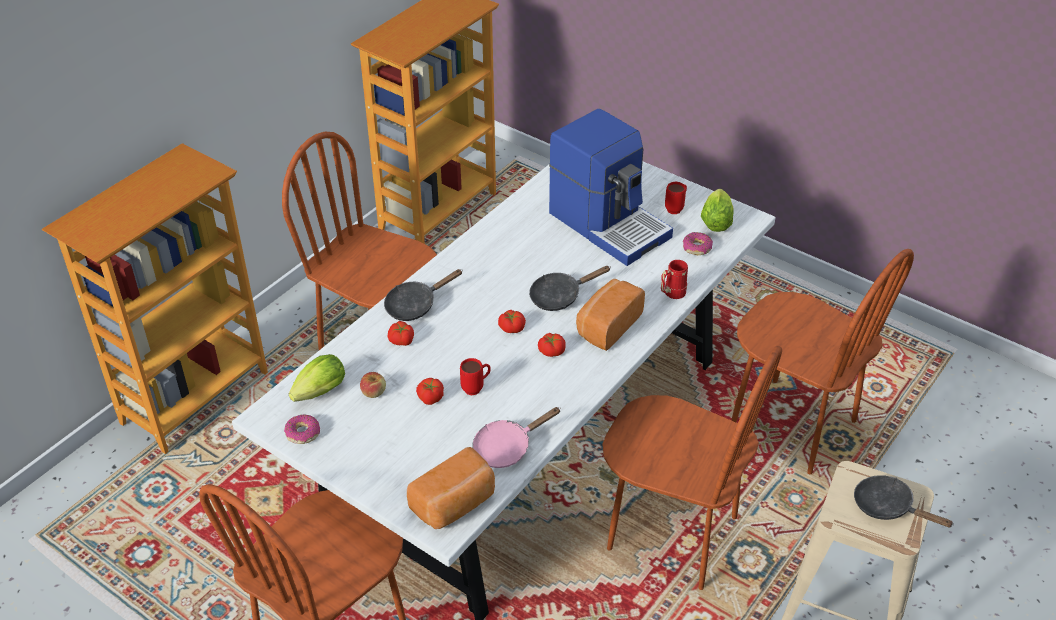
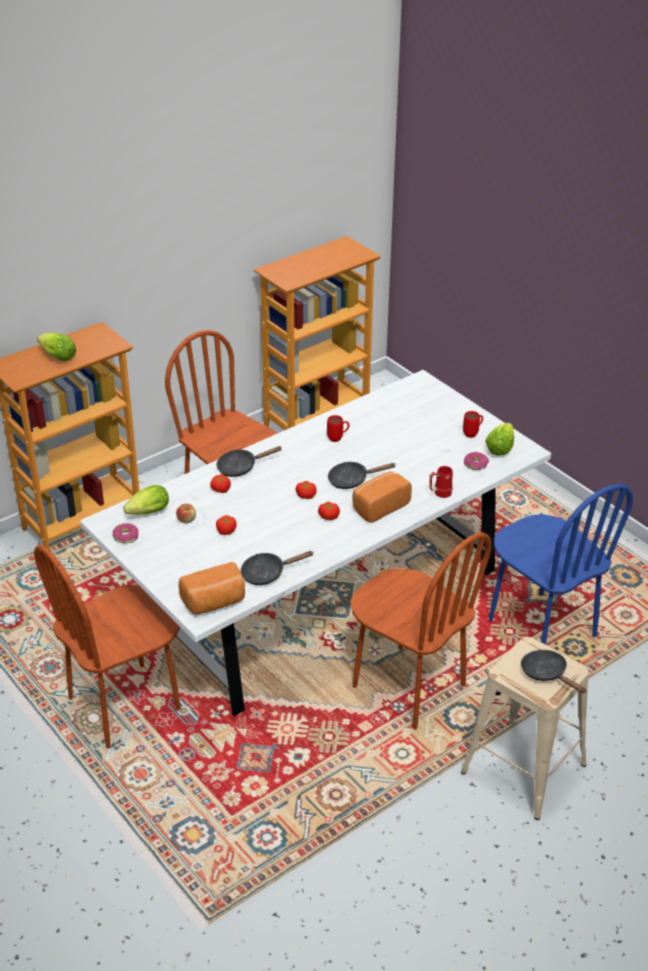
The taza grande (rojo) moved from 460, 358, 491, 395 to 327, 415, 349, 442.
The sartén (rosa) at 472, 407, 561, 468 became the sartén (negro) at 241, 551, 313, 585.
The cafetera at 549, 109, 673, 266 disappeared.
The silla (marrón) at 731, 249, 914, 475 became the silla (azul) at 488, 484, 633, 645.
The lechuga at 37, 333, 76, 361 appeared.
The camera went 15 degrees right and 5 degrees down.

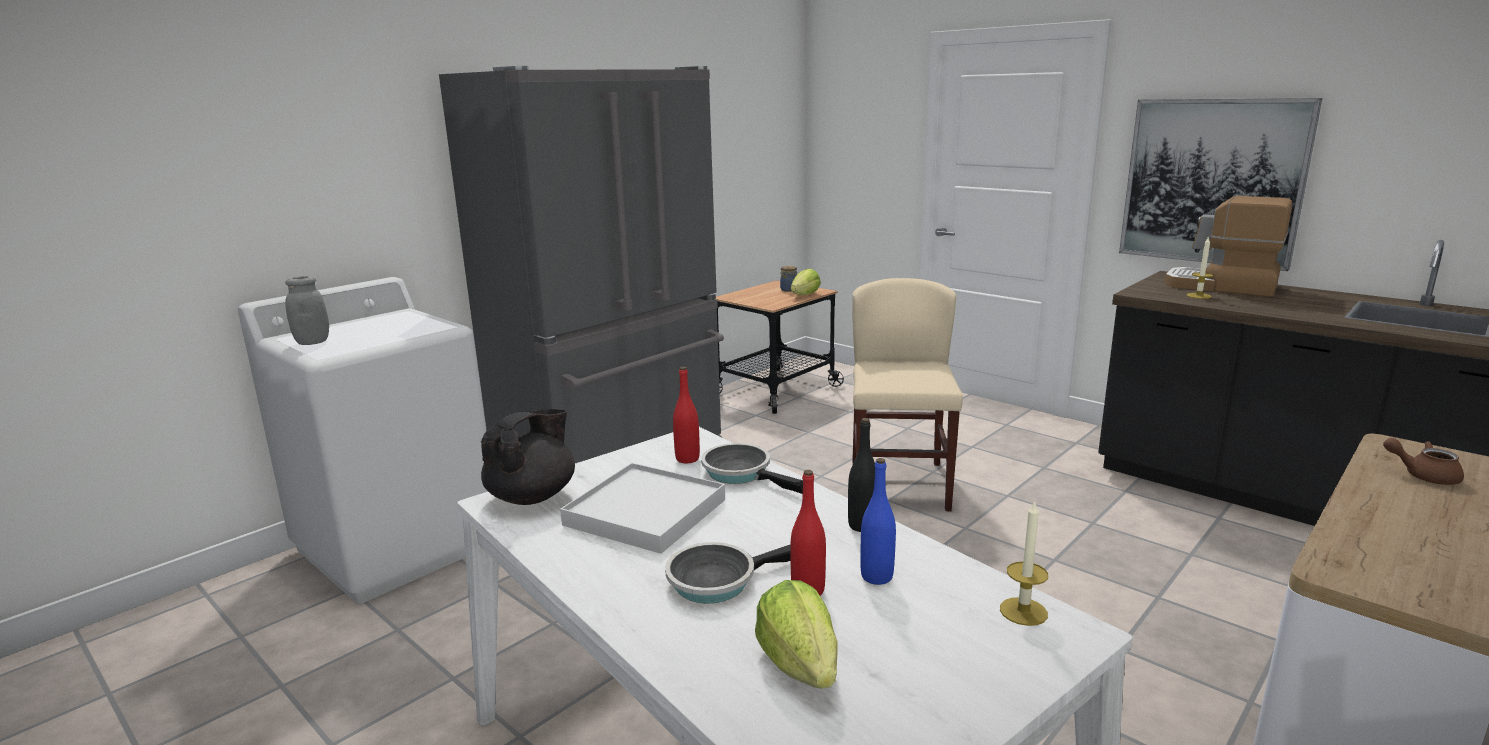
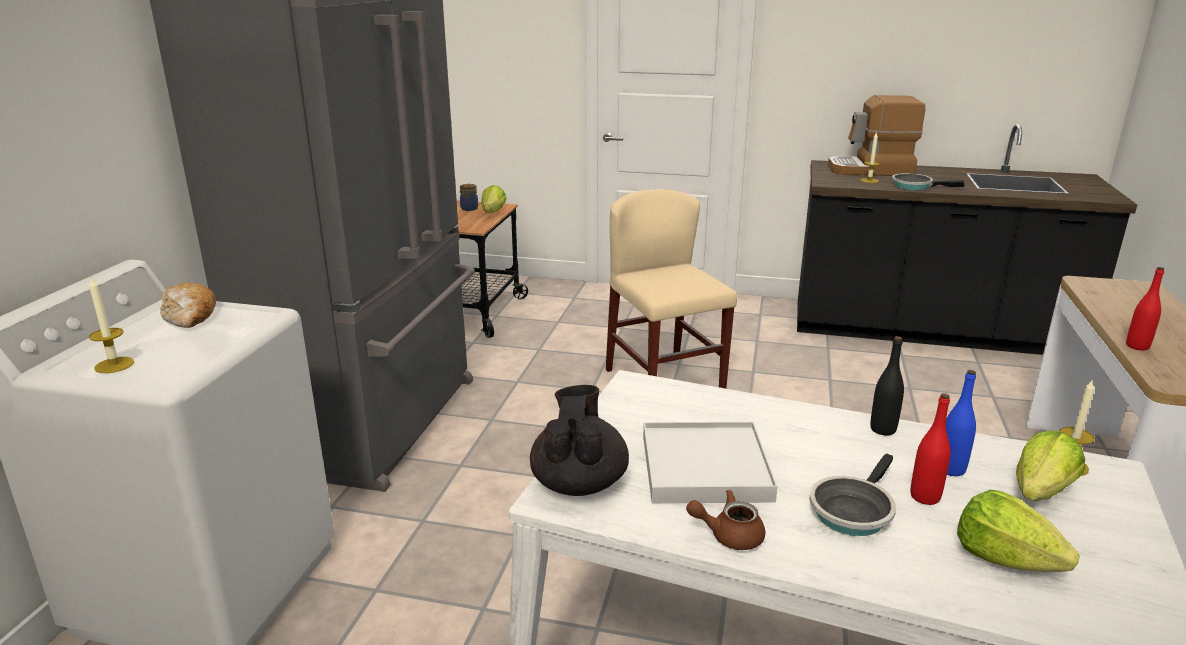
The tarro (gris) at 285, 276, 329, 345 was replaced by the vela at 89, 277, 134, 373.
The botella (rojo) moved from 673, 367, 700, 463 to 1126, 267, 1164, 350.
The sartén moved from 701, 443, 803, 494 to 892, 173, 964, 191.
The cuadro at 1119, 98, 1322, 271 disappeared.
The tetera (marrón) moved from 1383, 438, 1464, 485 to 686, 490, 765, 550.
The pan at 160, 283, 216, 328 appeared.
The lechuga at 1016, 431, 1085, 501 appeared.
The camera went 30 degrees left and 5 degrees up.

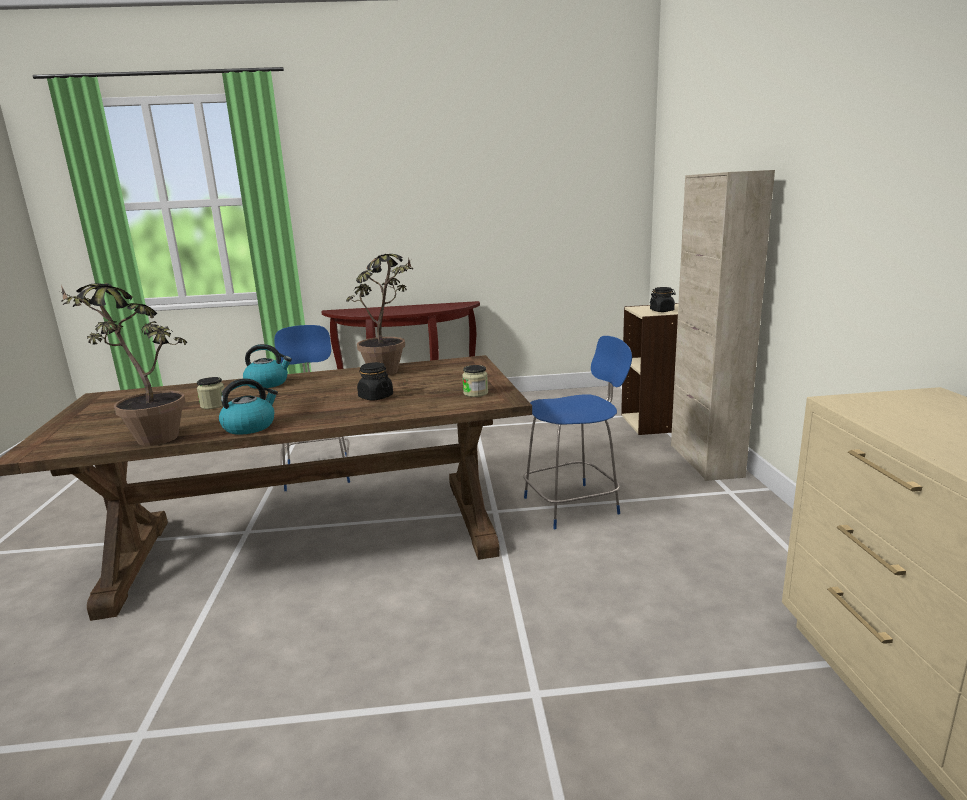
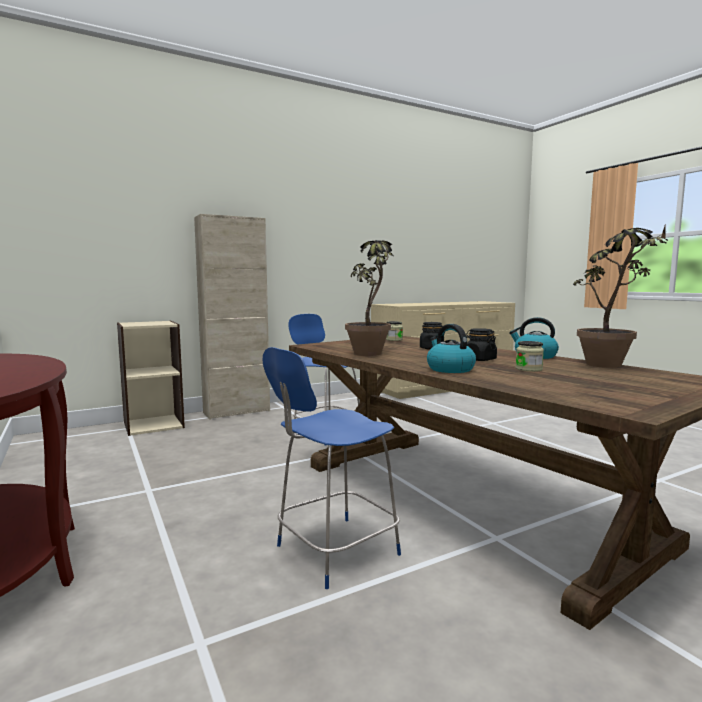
The tarro (negro) moved from 650, 287, 676, 312 to 466, 328, 497, 361.
The camera went 115 degrees left and 10 degrees down.

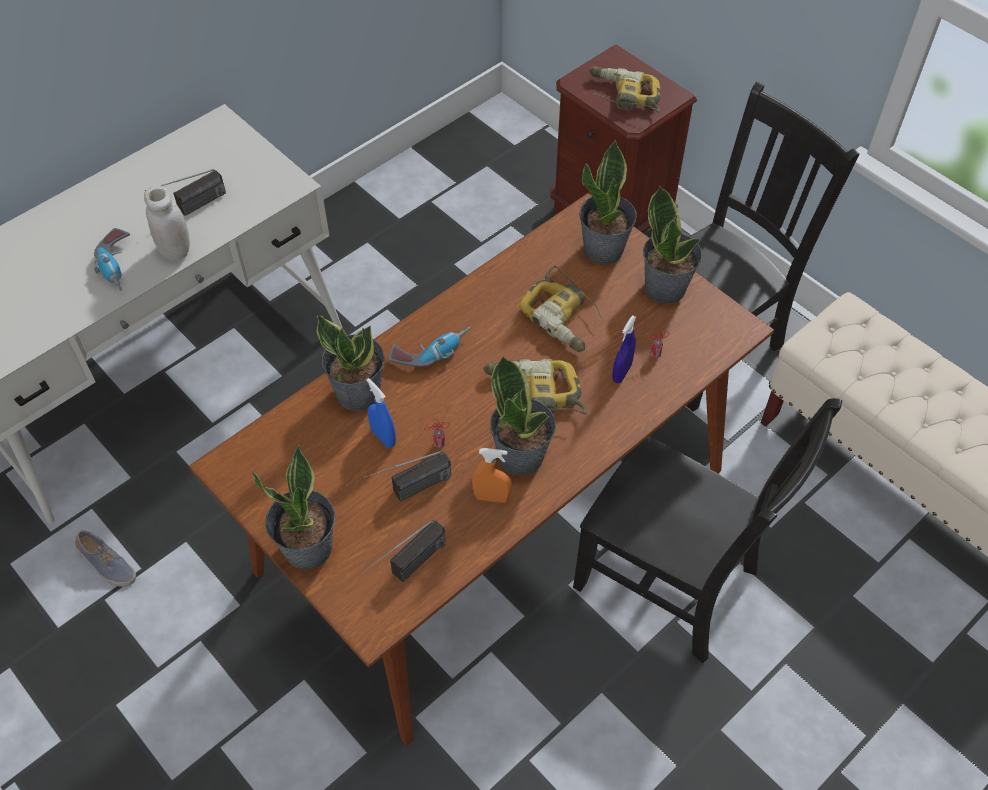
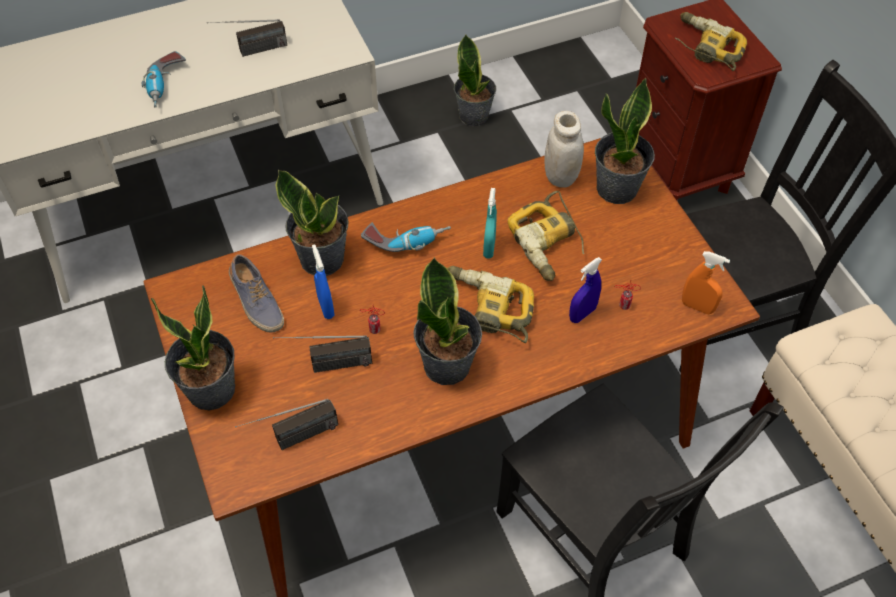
The zapato moved from 75, 530, 136, 587 to 229, 254, 284, 333.
The tarro (blanco) moved from 144, 186, 190, 260 to 544, 111, 584, 187.
The pulverizador (naranja) moved from 472, 448, 512, 503 to 682, 251, 730, 315.
The planta en maceta moved from 643, 186, 702, 304 to 454, 34, 496, 126.
The pulverizador (turquesa) at 483, 188, 497, 259 appeared.
The camera went 20 degrees right and 0 degrees up.

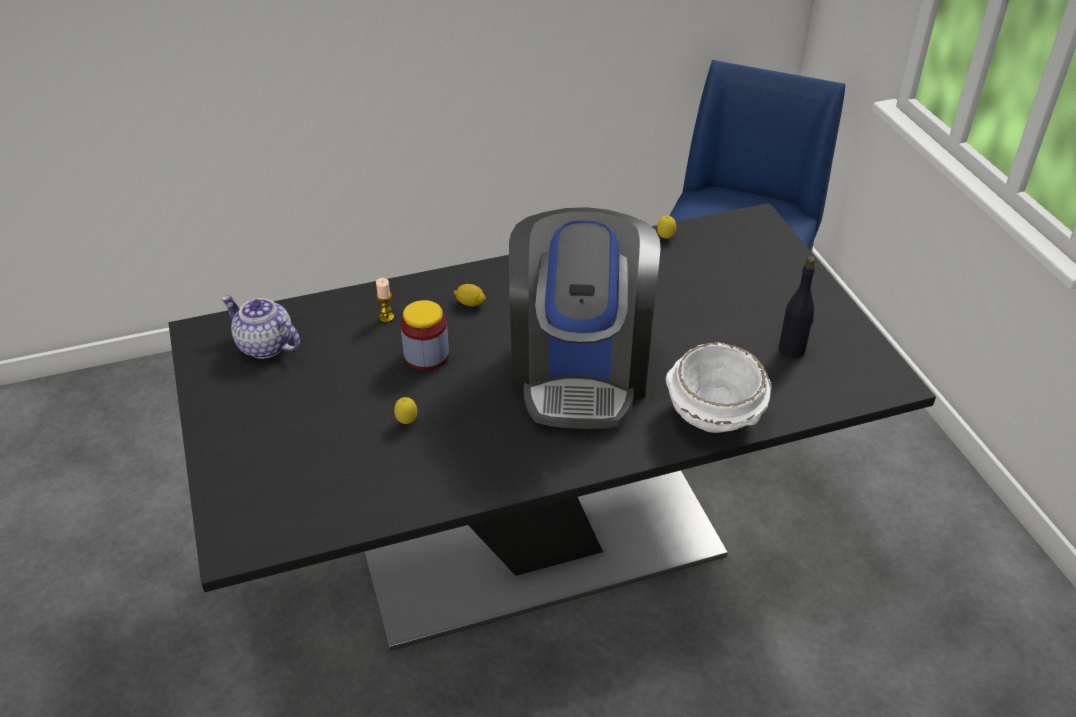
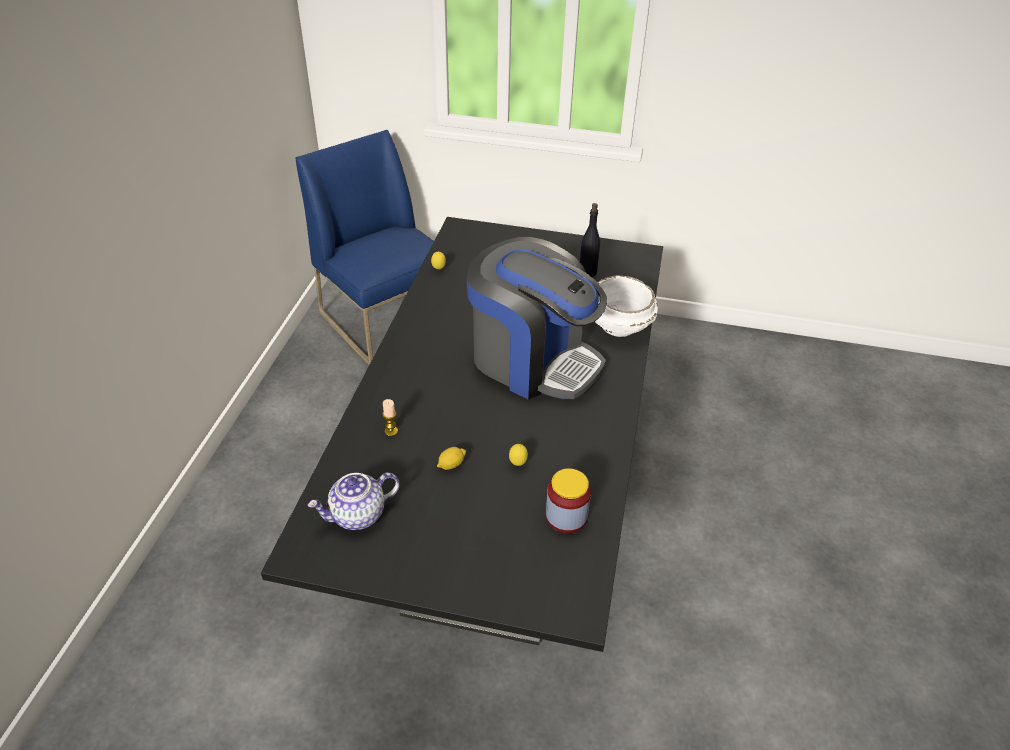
The tarro moved from 400, 300, 449, 371 to 546, 468, 591, 533.
The limón moved from 453, 284, 486, 307 to 437, 447, 466, 470.
The camera went 60 degrees left and 0 degrees up.

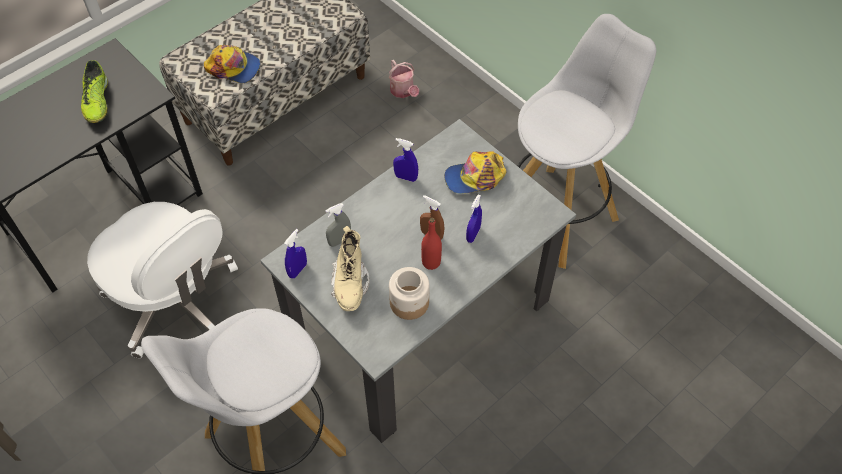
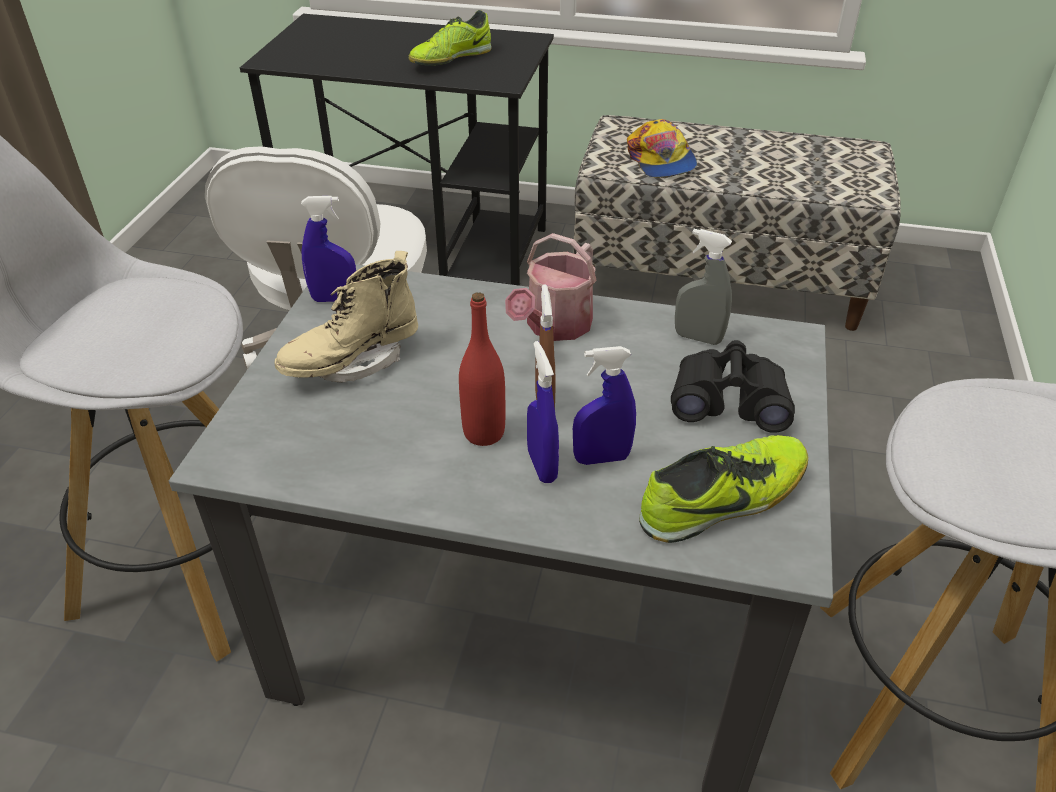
The pulverizador (gris) moved from 325, 203, 351, 247 to 675, 229, 732, 345.
The regadera moved from 389, 60, 419, 98 to 505, 233, 597, 341.
The tarro at 389, 267, 429, 320 disappeared.
The pulverizador (azul) moved from 393, 138, 418, 182 to 527, 341, 559, 483.
The gorra at 444, 152, 506, 194 was replaced by the prismáticos (negro) at 671, 340, 795, 433.
The zapato at 639, 435, 808, 543 appeared.
The camera went 55 degrees right and 15 degrees down.

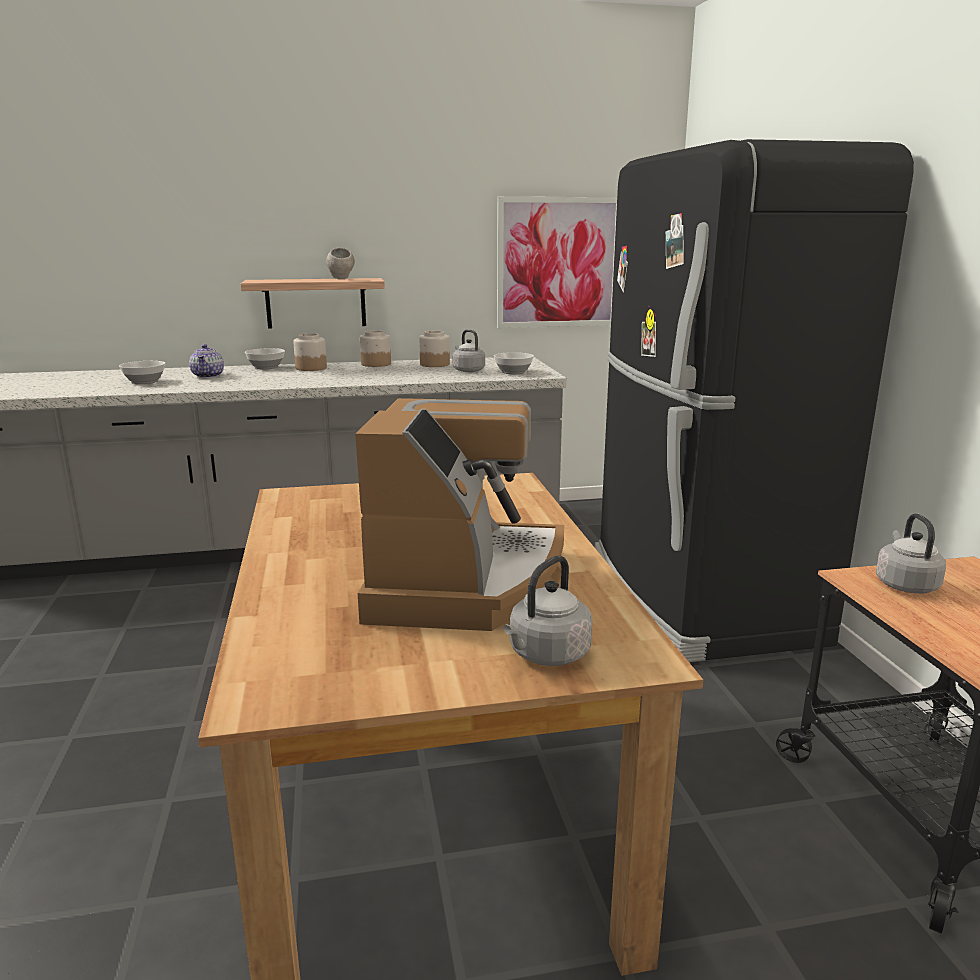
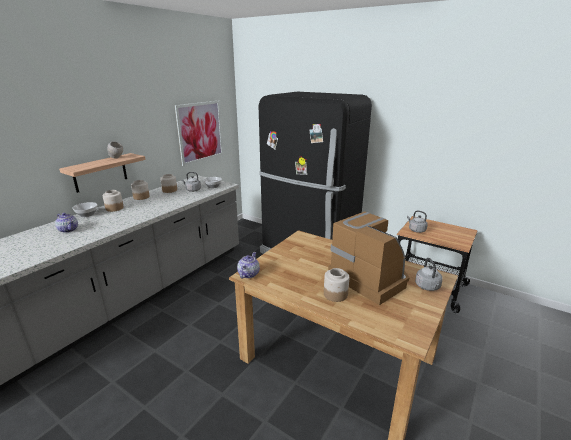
The cuenco at 119, 361, 165, 384 disappeared.
The tetera at 237, 252, 260, 278 appeared.
The tarro at 324, 268, 349, 302 appeared.
The camera went 45 degrees left and 5 degrees up.

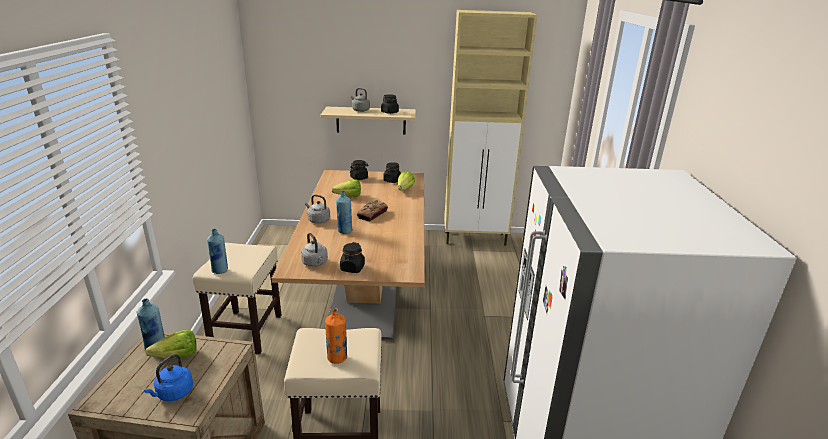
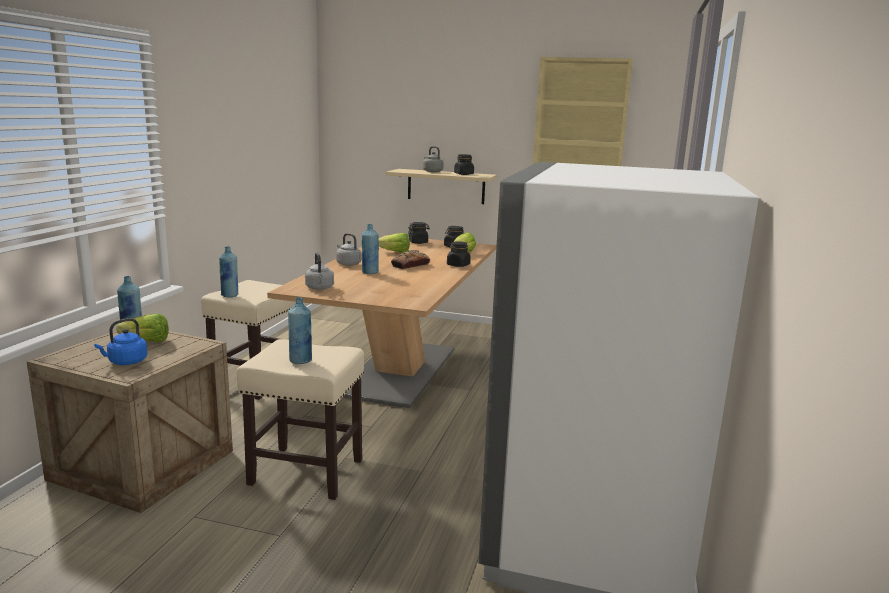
The botella (naranja) at 325, 308, 347, 364 became the botella (azul) at 288, 297, 312, 364.
The tarro (negro) moved from 340, 242, 365, 273 to 447, 241, 471, 267.
The camera went 15 degrees right and 10 degrees down.

